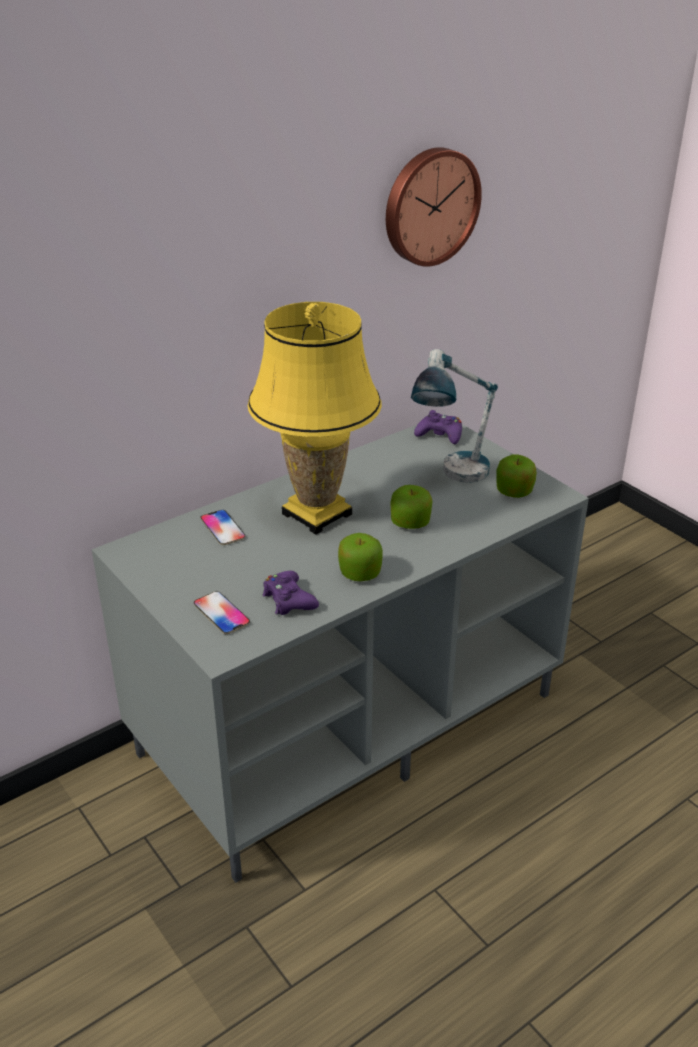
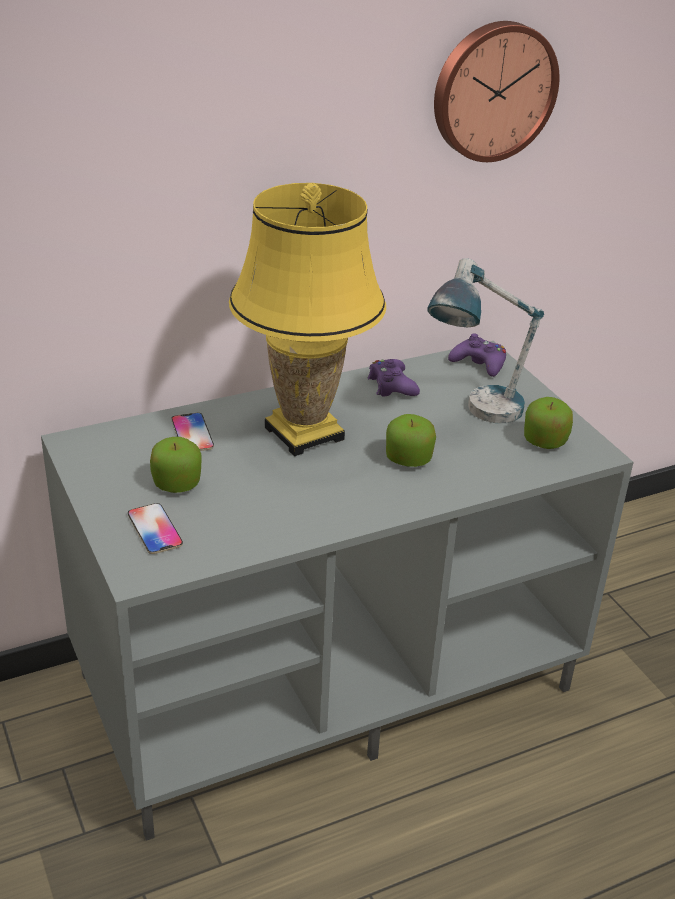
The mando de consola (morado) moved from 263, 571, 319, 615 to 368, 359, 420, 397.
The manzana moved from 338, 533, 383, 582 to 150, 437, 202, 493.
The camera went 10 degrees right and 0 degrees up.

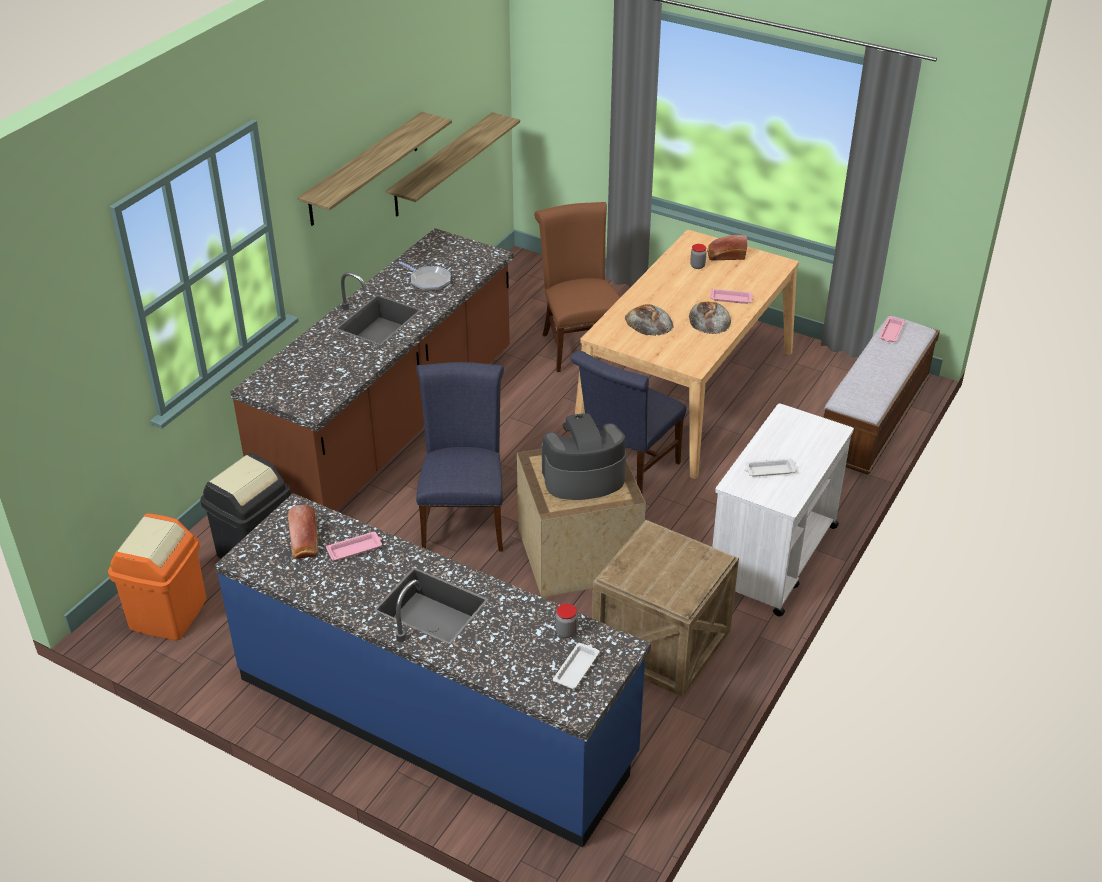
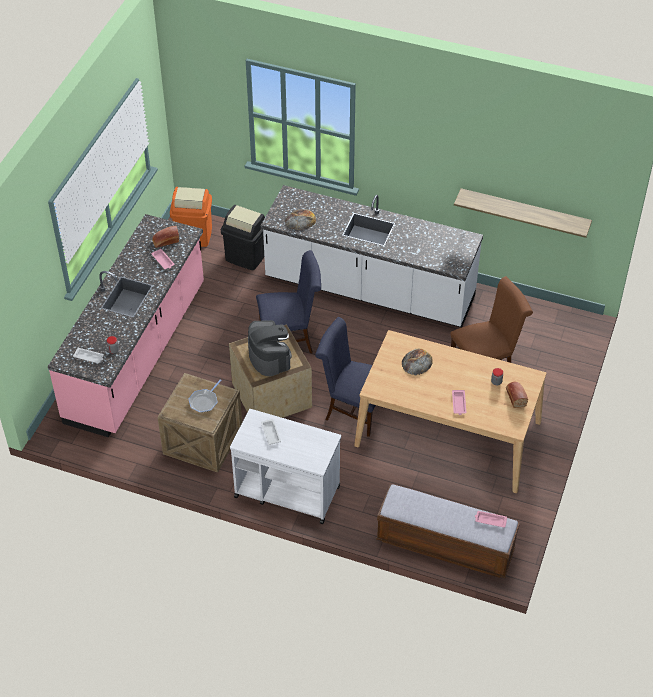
The mueble bajo de cocina (azul) at 215, 493, 651, 848 became the mueble bajo de cocina (rosa) at 48, 214, 204, 438.
The mueble bajo de cocina (marrón) at 230, 228, 514, 511 became the mueble bajo de cocina (blanco) at 261, 185, 483, 328.
The estante at 298, 112, 452, 226 disappeared.
The sartén moved from 398, 261, 451, 291 to 189, 379, 221, 413.
The pan moved from 689, 302, 731, 334 to 285, 209, 316, 230.
The camera went 80 degrees right and 10 degrees up.

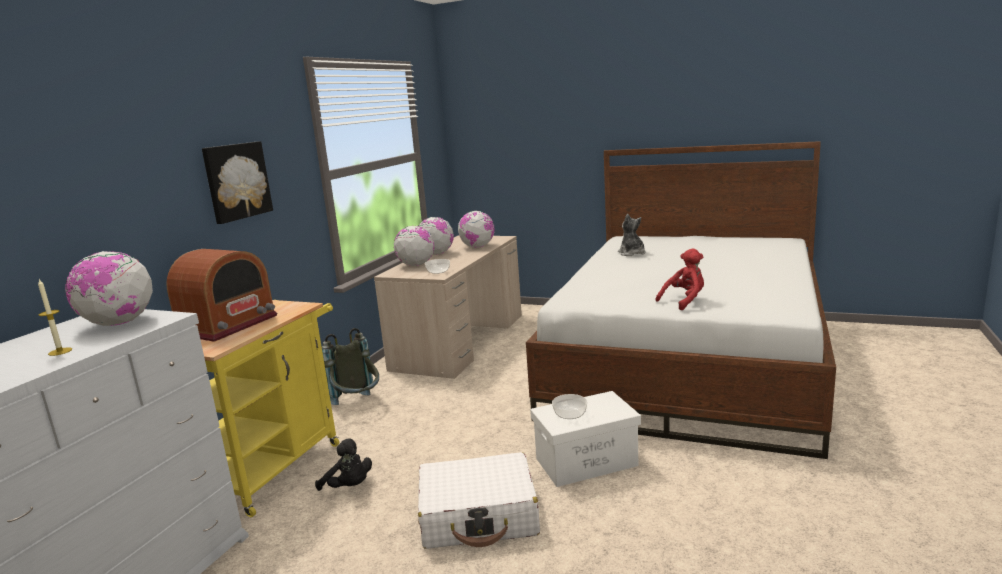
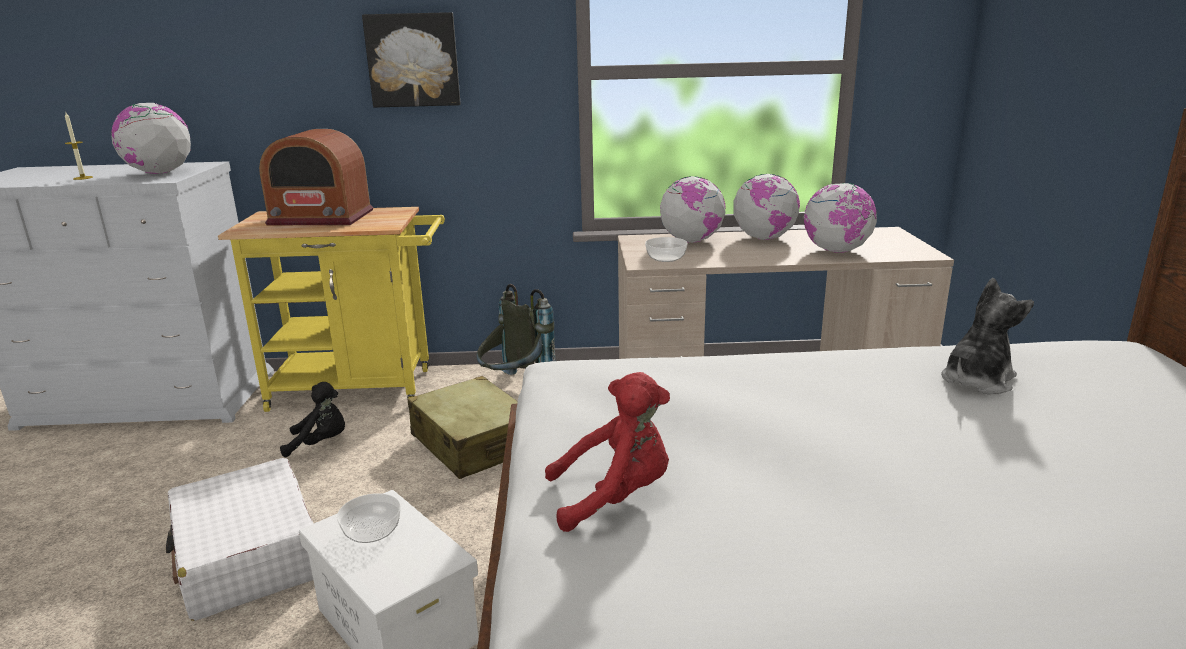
The peluche (negro) at 315, 438, 372, 491 turned 105 degrees counterclockwise.
The peluche (rojo) at 656, 248, 704, 310 turned 45 degrees counterclockwise.
The maleta (beis) at 408, 376, 518, 479 appeared.
The camera went 65 degrees right and 5 degrees up.

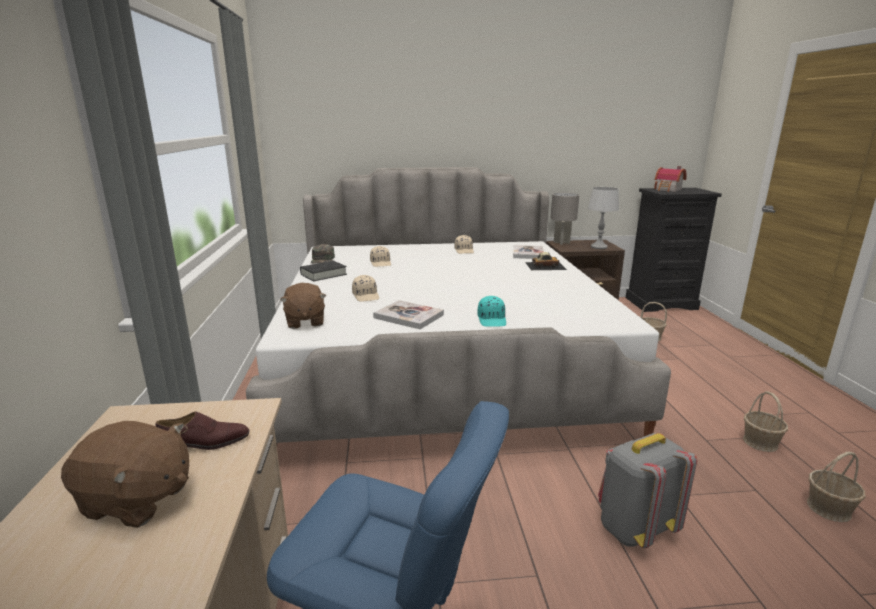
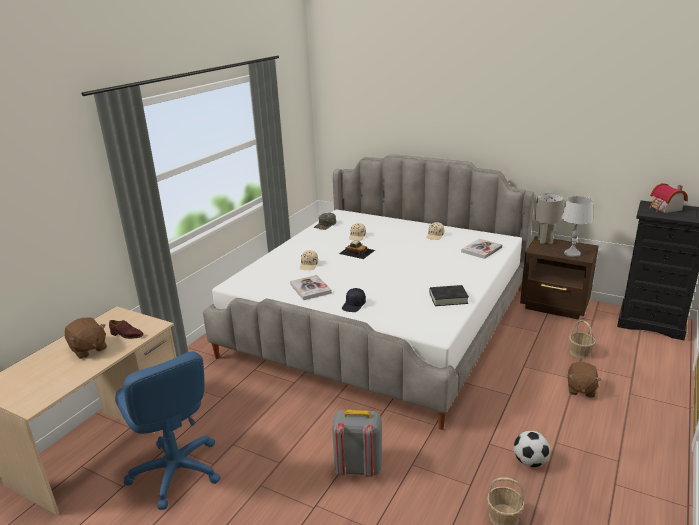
The peluche (marrón) moved from 280, 283, 326, 329 to 568, 362, 601, 397.
The libro (negro) moved from 300, 261, 347, 281 to 429, 285, 469, 306.
The gorra (turquesa) at 478, 296, 506, 327 became the gorra (negro) at 342, 288, 366, 312.
The coche de juguete moved from 525, 252, 567, 270 to 339, 241, 375, 259.
The cesta at 743, 391, 788, 452 was replaced by the balón de fútbol at 513, 431, 550, 467.
The camera went 35 degrees right and 5 degrees up.

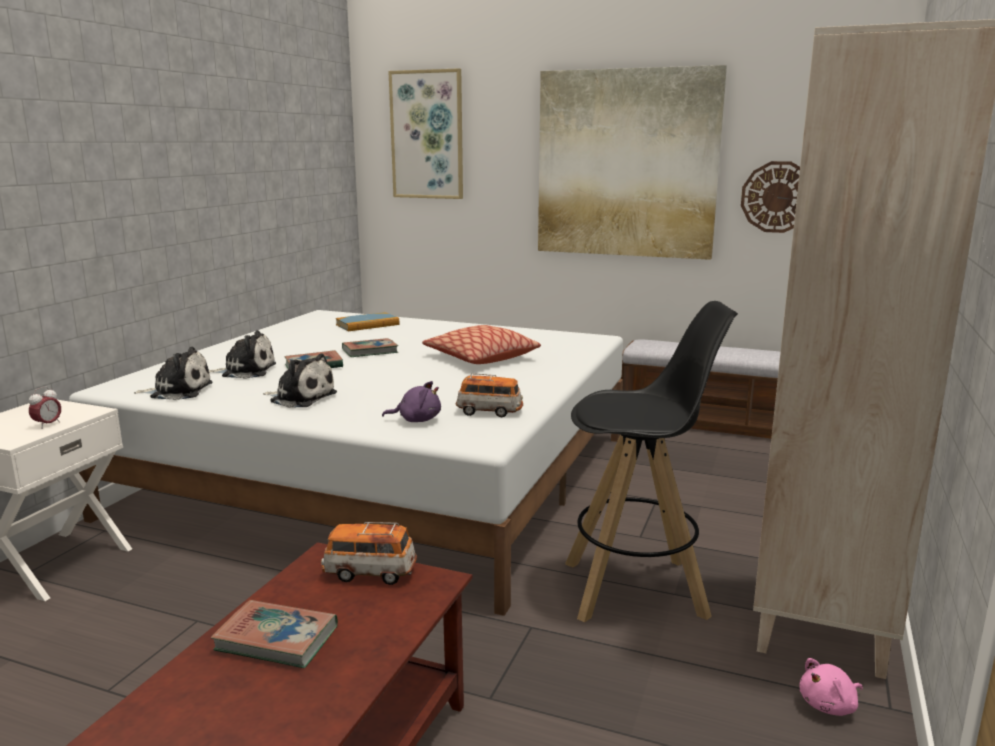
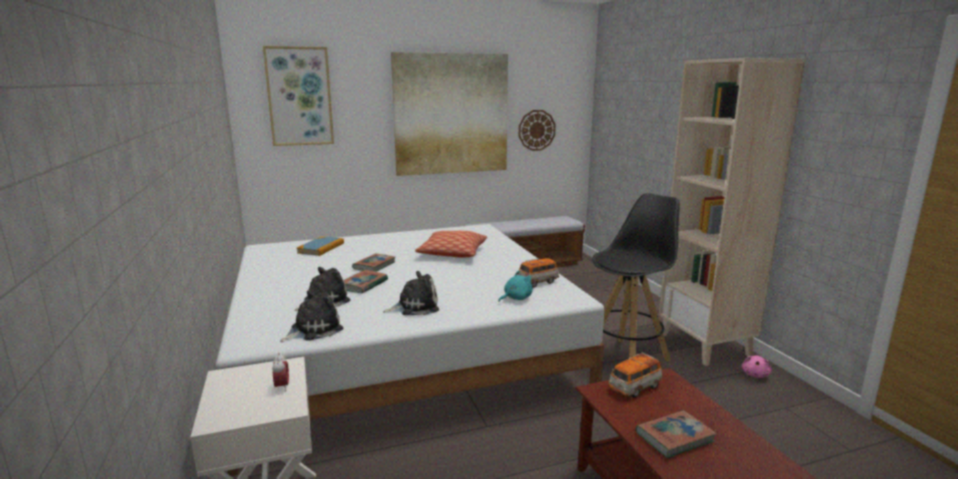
The peluche (morado) at 382, 381, 441, 422 became the peluche (turquesa) at 498, 271, 533, 302.
The camera went 40 degrees left and 0 degrees up.

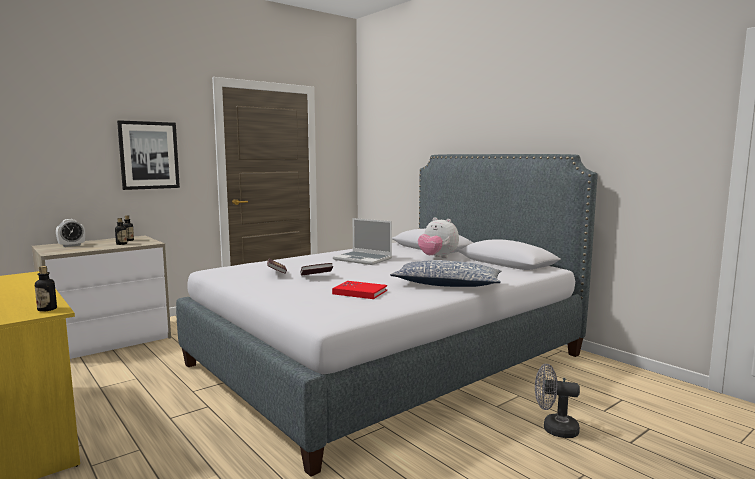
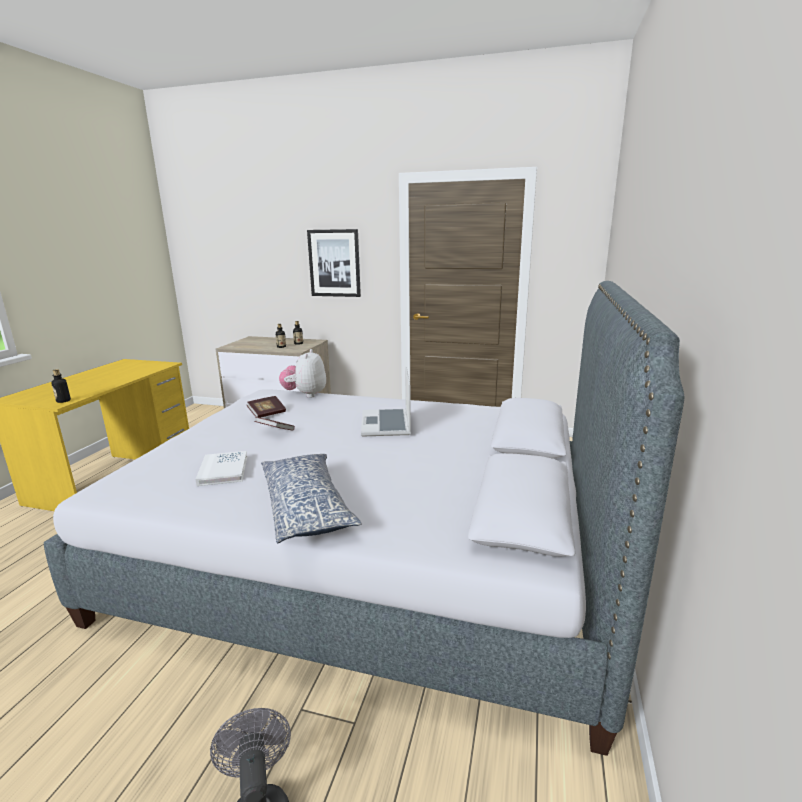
The despertador at 56, 219, 85, 247 disappeared.
The libro (rojo) at 332, 281, 387, 299 became the libro (blanco) at 196, 451, 247, 486.
The peluche moved from 418, 217, 459, 258 to 279, 349, 326, 398.
The camera went 55 degrees right and 10 degrees up.

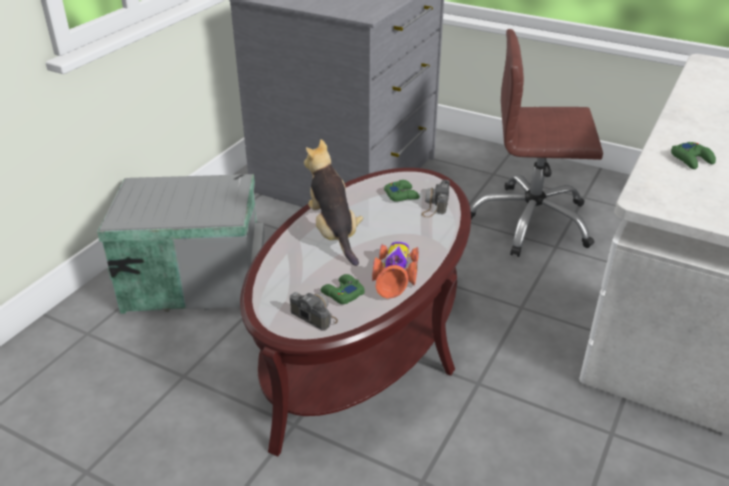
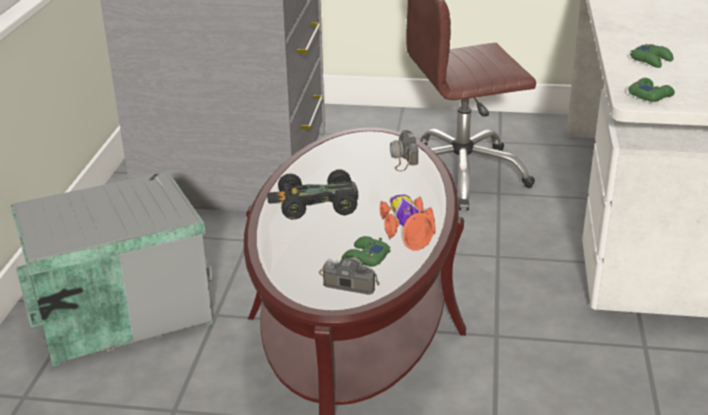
The peluche at 304, 139, 363, 266 was replaced by the coche de juguete (negro) at 267, 169, 359, 220.
The mando de consola (verde) moved from 384, 180, 420, 202 to 629, 78, 675, 102.
The camera went 20 degrees left and 5 degrees down.

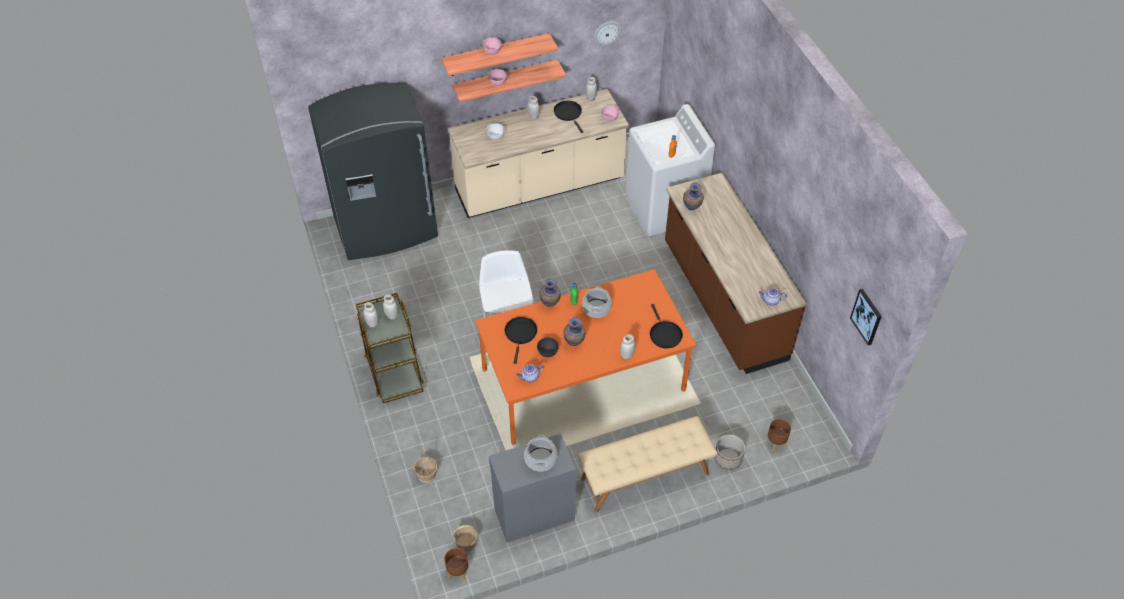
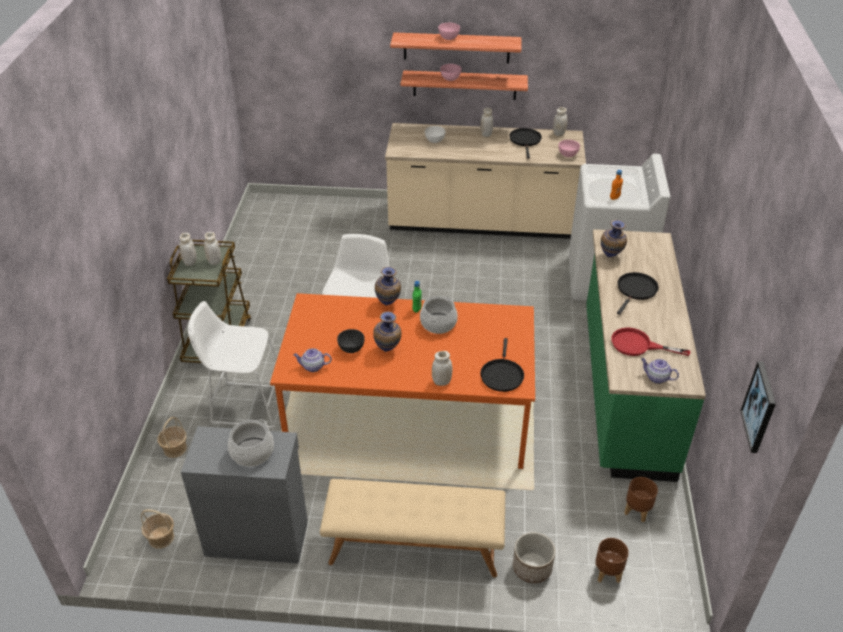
The nevera (gris) at 308, 83, 438, 260 disappeared.
The maceta (marrón) moved from 444, 548, 468, 580 to 624, 477, 658, 522.
The sartén (negro) moved from 505, 317, 537, 364 to 617, 272, 659, 315.
The reloj de pared at 594, 21, 622, 46 disappeared.
The mueble bajo de cocina (marrón) at 665, 173, 807, 374 became the mueble bajo de cocina (verde) at 586, 229, 706, 482.
The taburete (blanco) at 188, 301, 277, 429 appeared.
The sartén (rojo) at 611, 327, 691, 356 appeared.
The camera went 25 degrees right and 10 degrees down.

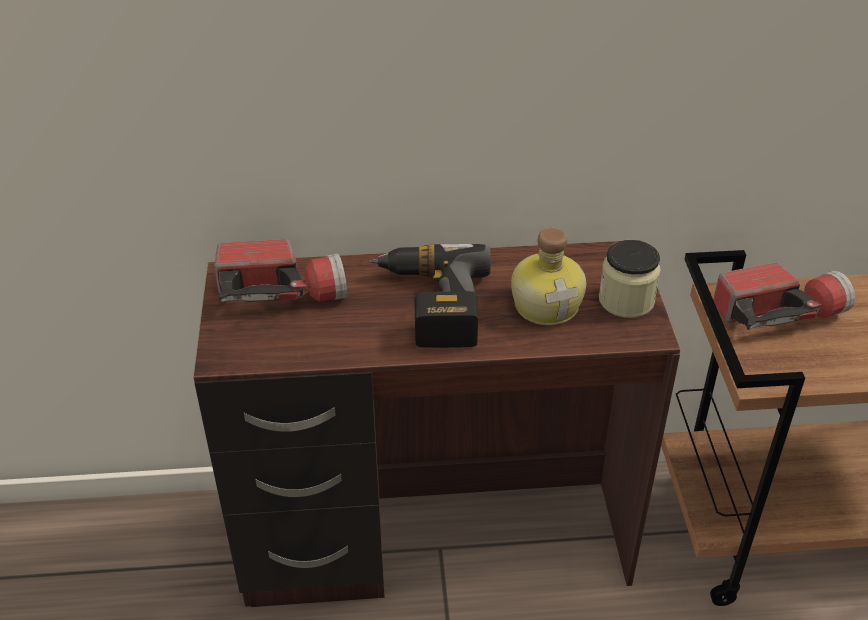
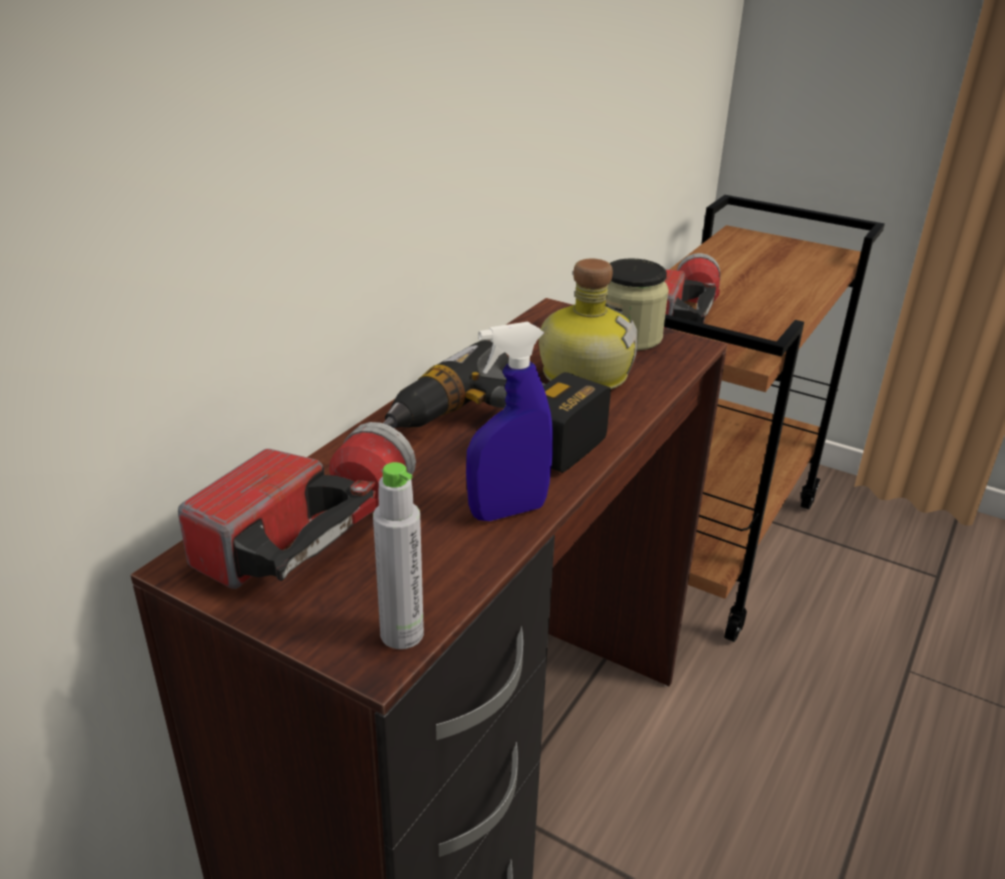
The botella (gris) at 373, 462, 424, 649 appeared.
The pulverizador (azul) at 466, 322, 553, 521 appeared.
The camera went 55 degrees left and 10 degrees down.

